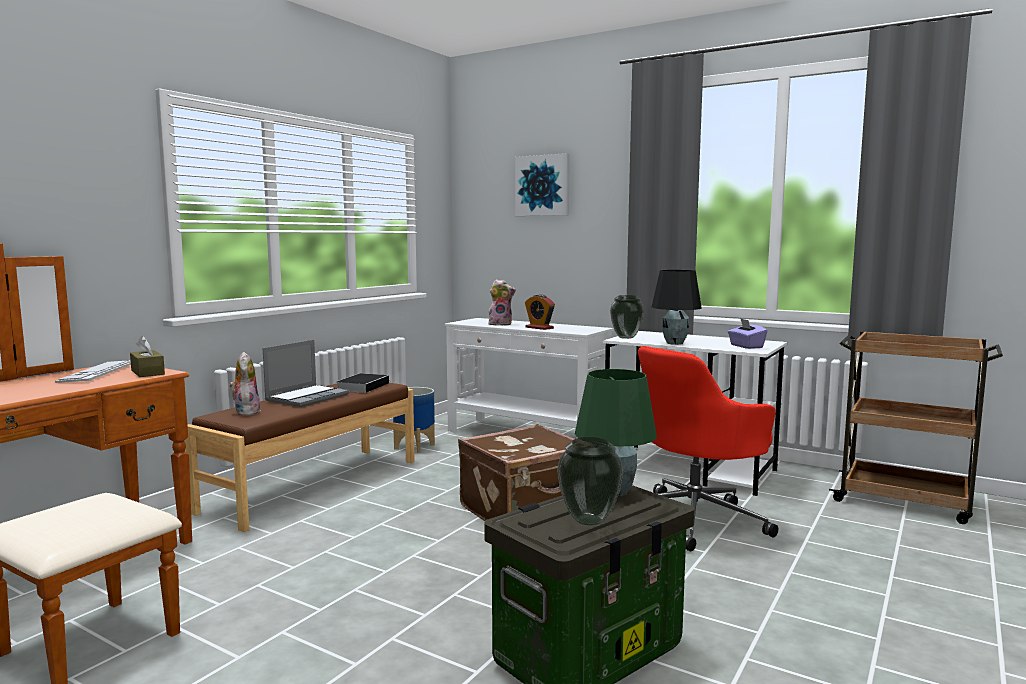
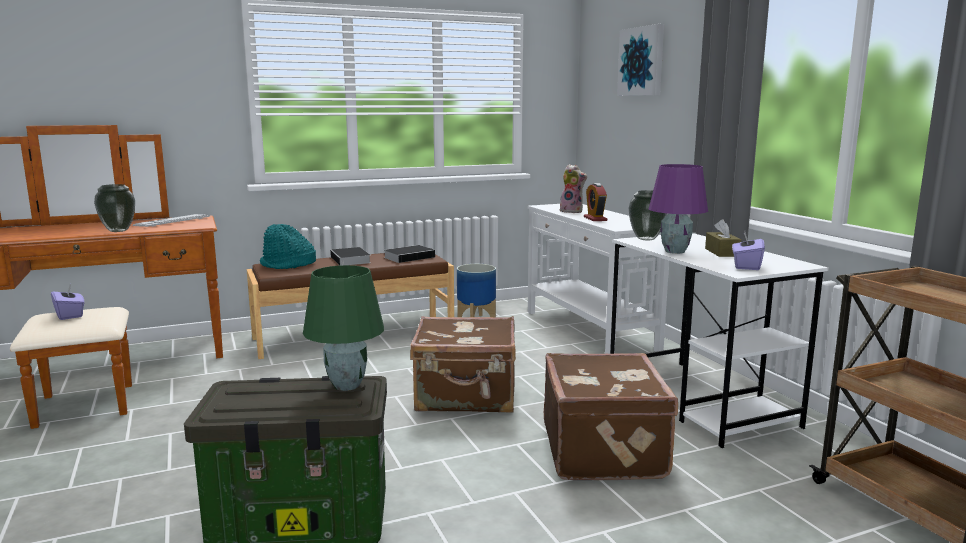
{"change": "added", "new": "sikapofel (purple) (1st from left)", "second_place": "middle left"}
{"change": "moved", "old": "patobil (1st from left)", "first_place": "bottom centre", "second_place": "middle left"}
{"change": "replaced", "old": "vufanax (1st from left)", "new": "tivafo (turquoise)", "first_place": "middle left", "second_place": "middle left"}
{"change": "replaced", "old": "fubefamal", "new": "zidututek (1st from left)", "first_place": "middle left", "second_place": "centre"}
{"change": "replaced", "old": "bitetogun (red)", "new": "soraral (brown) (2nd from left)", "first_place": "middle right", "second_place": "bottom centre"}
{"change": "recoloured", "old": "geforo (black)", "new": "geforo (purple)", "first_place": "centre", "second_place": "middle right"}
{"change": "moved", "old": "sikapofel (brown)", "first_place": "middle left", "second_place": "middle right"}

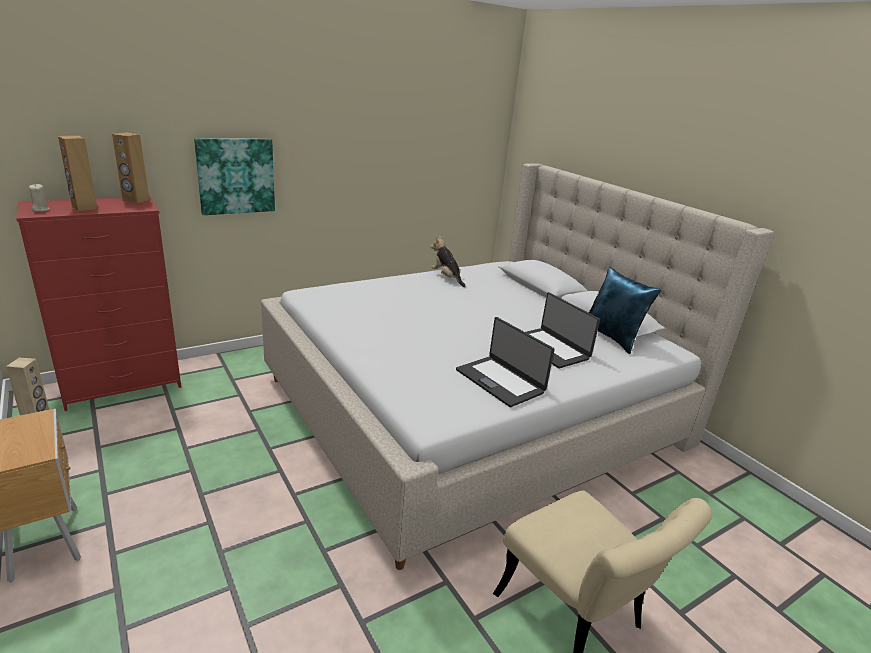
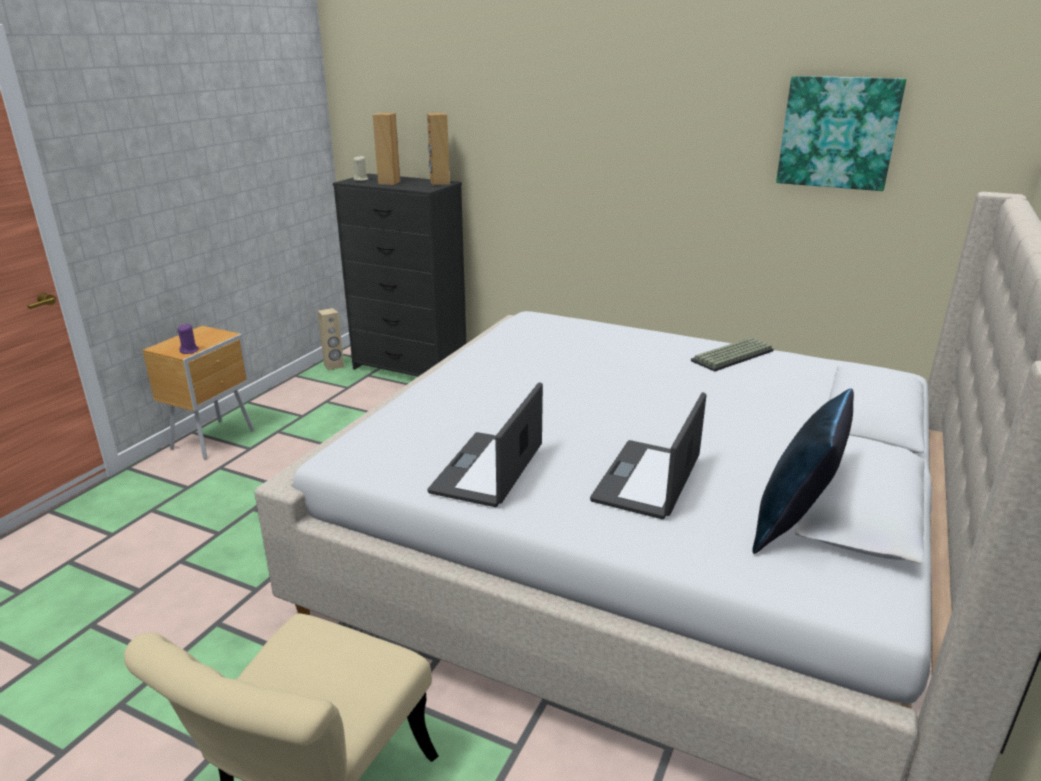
{"change": "added", "new": "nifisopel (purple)", "second_place": "middle left"}
{"change": "recoloured", "old": "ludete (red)", "new": "ludete (black)", "first_place": "middle left", "second_place": "centre"}
{"change": "replaced", "old": "vufanax", "new": "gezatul", "first_place": "centre", "second_place": "middle right"}
{"change": "moved", "old": "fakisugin", "first_place": "top left", "second_place": "top right"}

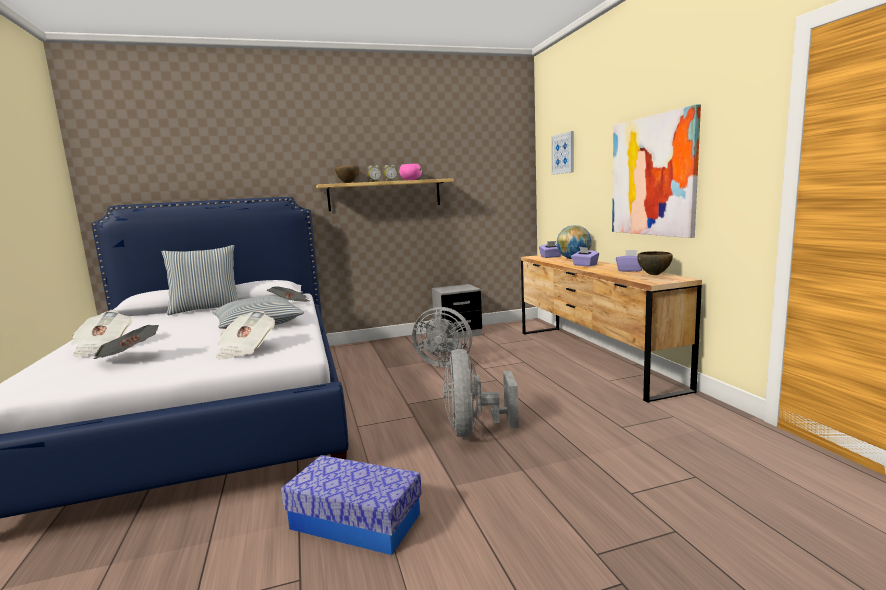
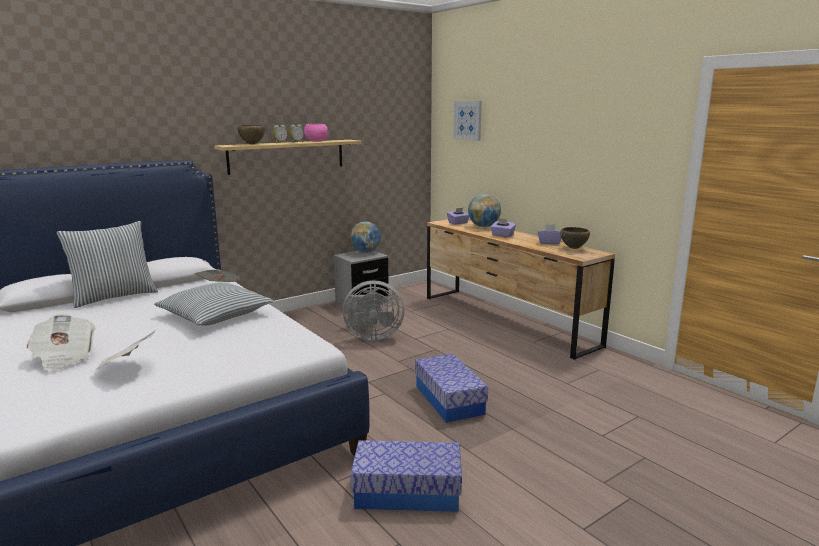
{"change": "added", "new": "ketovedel (1st from left)", "second_place": "centre"}
{"change": "replaced", "old": "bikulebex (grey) (2nd from left)", "new": "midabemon (2nd from left)", "first_place": "centre", "second_place": "bottom centre"}
{"change": "removed", "old": "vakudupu (3rd from left)", "first_place": "middle left"}
{"change": "removed", "old": "fakisugin (2nd from left)", "first_place": "top right"}

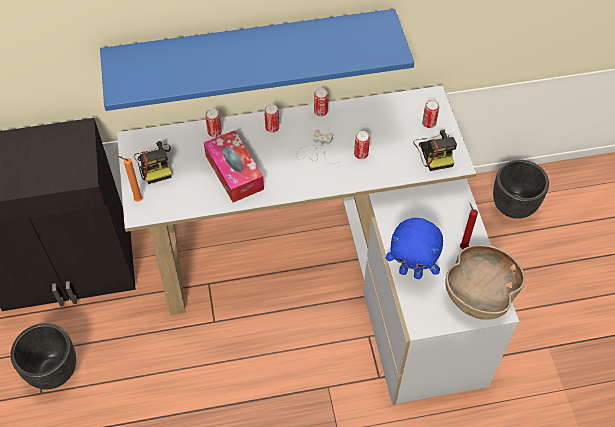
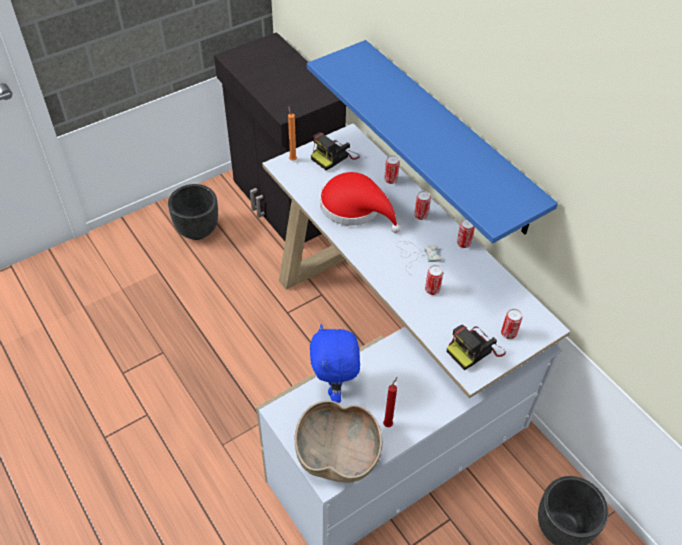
{"change": "replaced", "old": "sikapofel", "new": "tivafo (red)", "first_place": "centre", "second_place": "centre"}

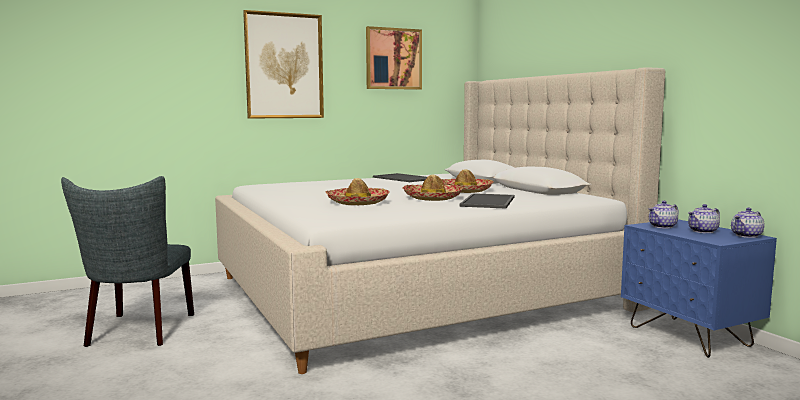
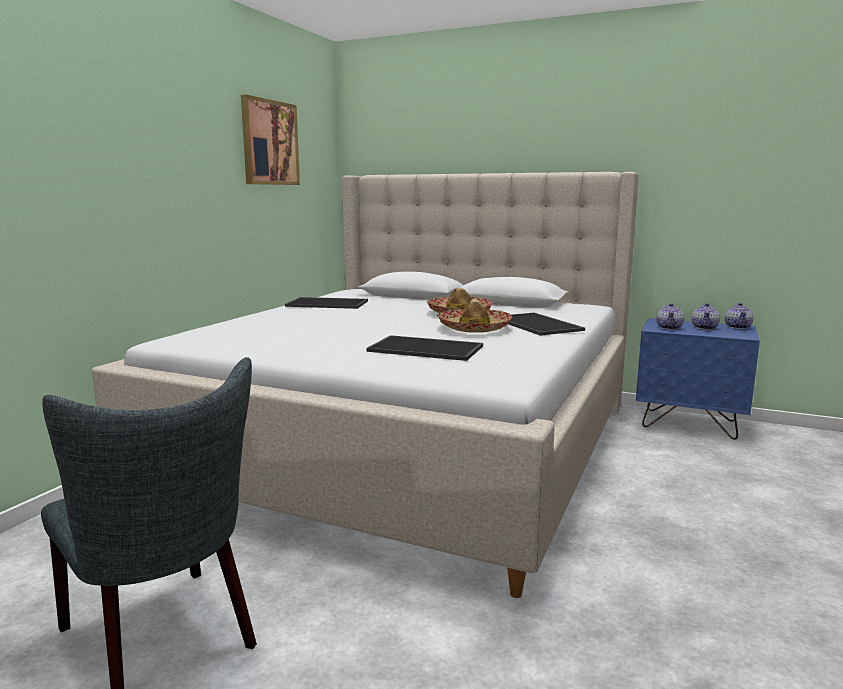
{"change": "replaced", "old": "tivafo (1st from left)", "new": "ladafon (2nd from left)", "first_place": "centre", "second_place": "centre"}
{"change": "removed", "old": "fakisugin (1st from left)", "first_place": "top centre"}

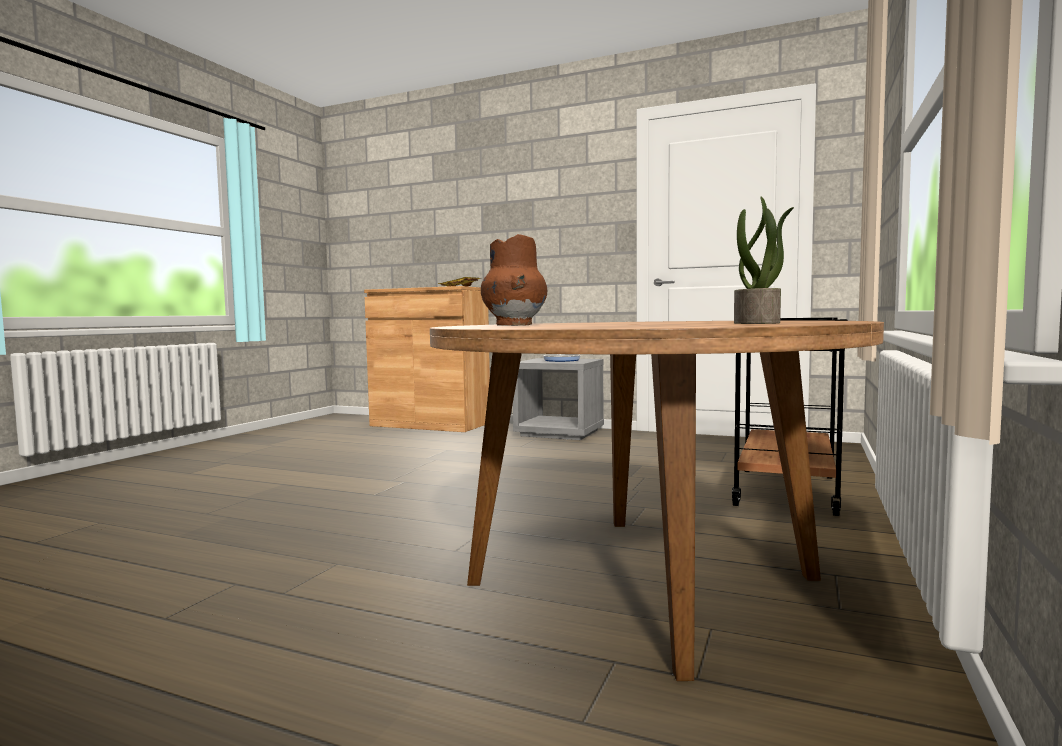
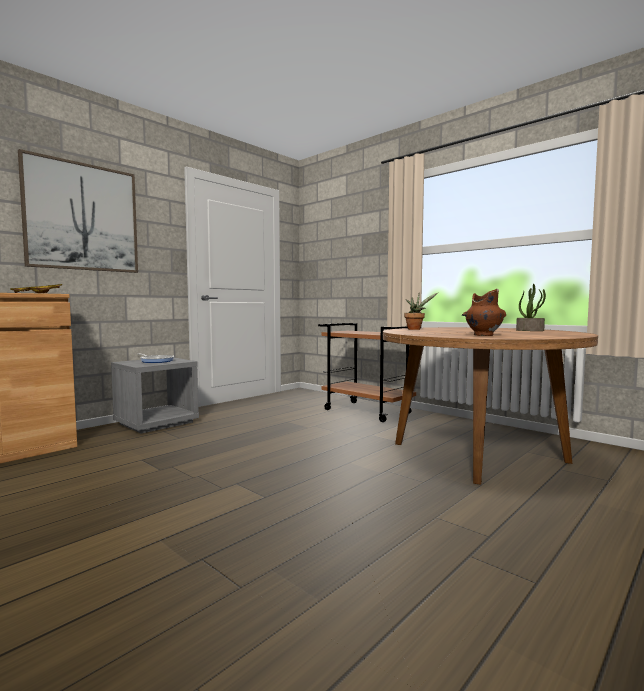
{"change": "added", "new": "fakisugin", "second_place": "top left"}
{"change": "added", "new": "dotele (1st from left)", "second_place": "centre"}

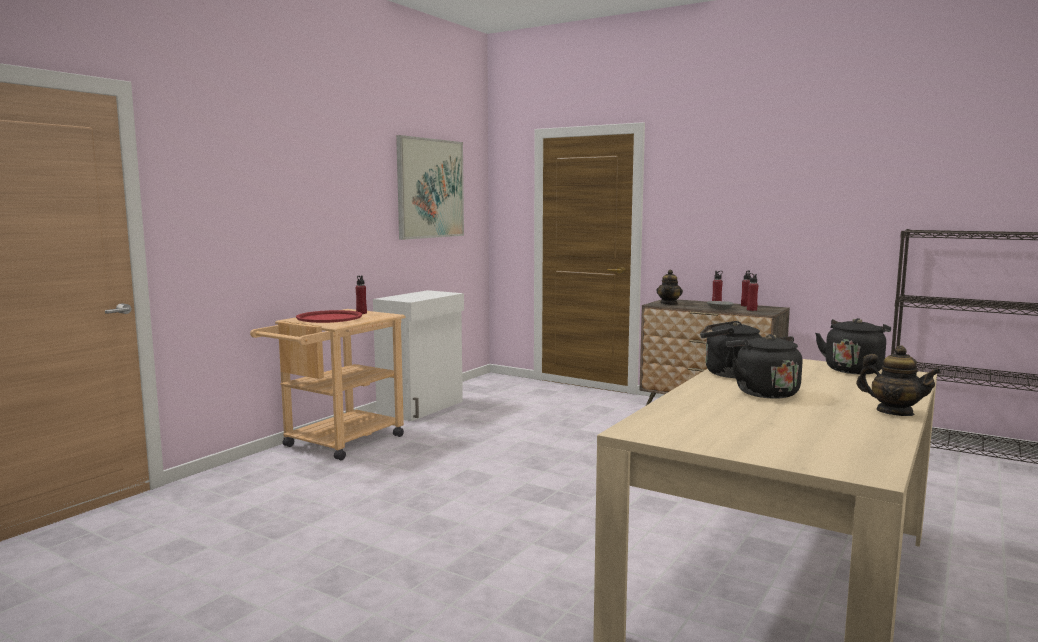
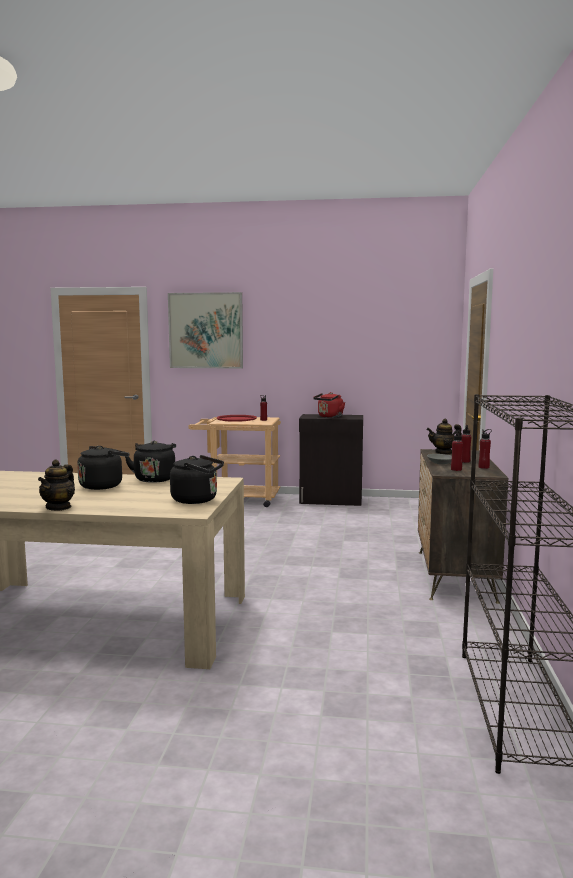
{"change": "moved", "old": "fakisugin", "first_place": "top centre", "second_place": "centre"}
{"change": "recoloured", "old": "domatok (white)", "new": "domatok (black)", "first_place": "centre", "second_place": "centre"}
{"change": "added", "new": "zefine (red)", "second_place": "centre"}

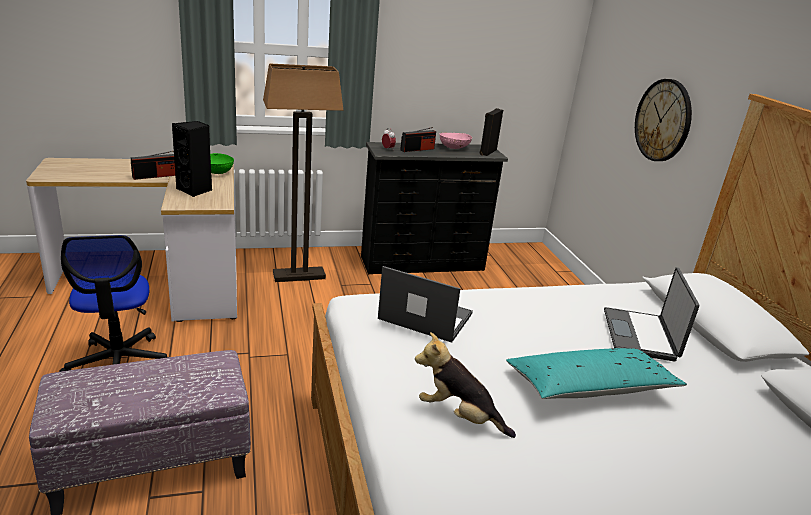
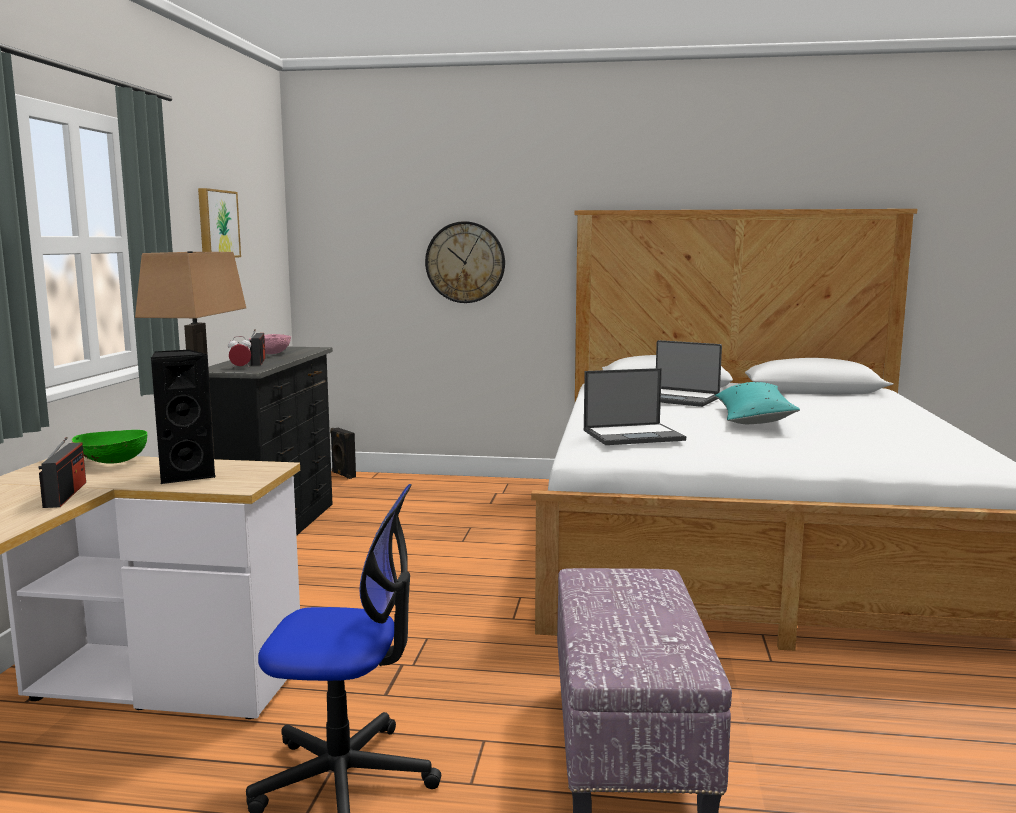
{"change": "added", "new": "fakisugin", "second_place": "top left"}
{"change": "moved", "old": "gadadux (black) (2nd from left)", "first_place": "top centre", "second_place": "centre"}
{"change": "turned", "old": "fubefamal (1st from left)", "first_place": "centre", "second_place": "centre", "degrees": -150}
{"change": "removed", "old": "vufanax", "first_place": "bottom centre"}

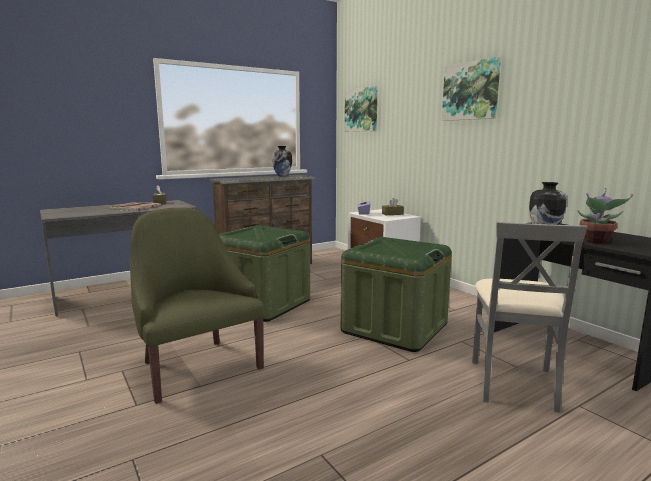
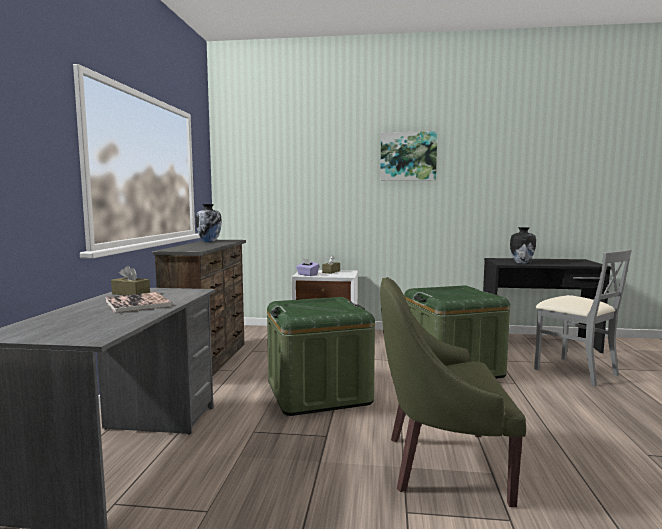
{"change": "removed", "old": "fakisugin (1st from left)", "first_place": "top centre"}
{"change": "removed", "old": "dotele", "first_place": "middle right"}

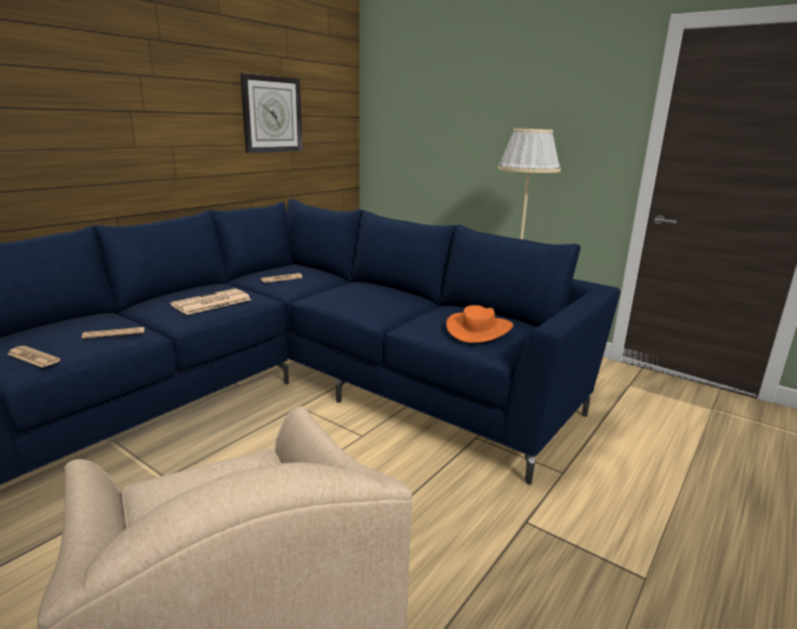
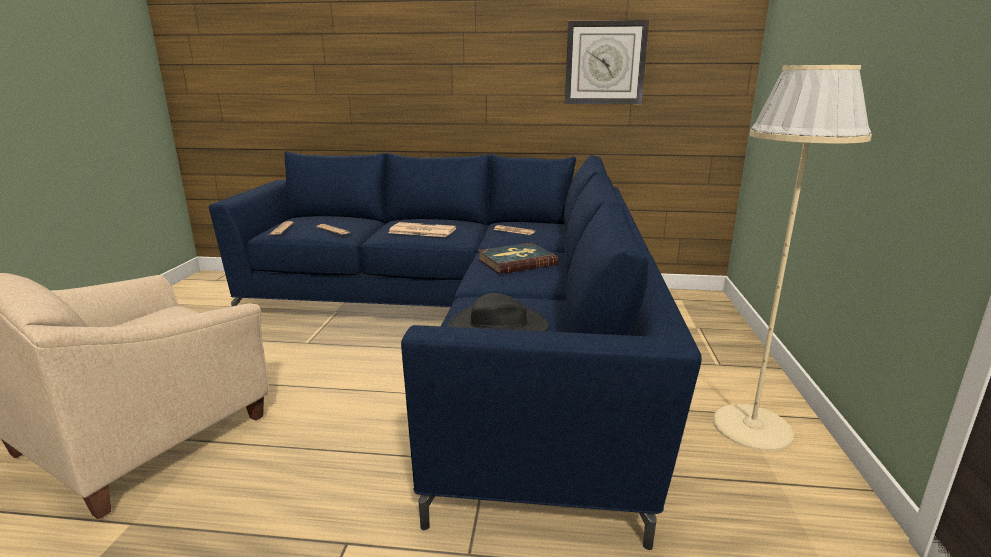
{"change": "recoloured", "old": "tivafo (orange)", "new": "tivafo (black)", "first_place": "centre", "second_place": "centre"}
{"change": "added", "new": "zidututek", "second_place": "centre"}

